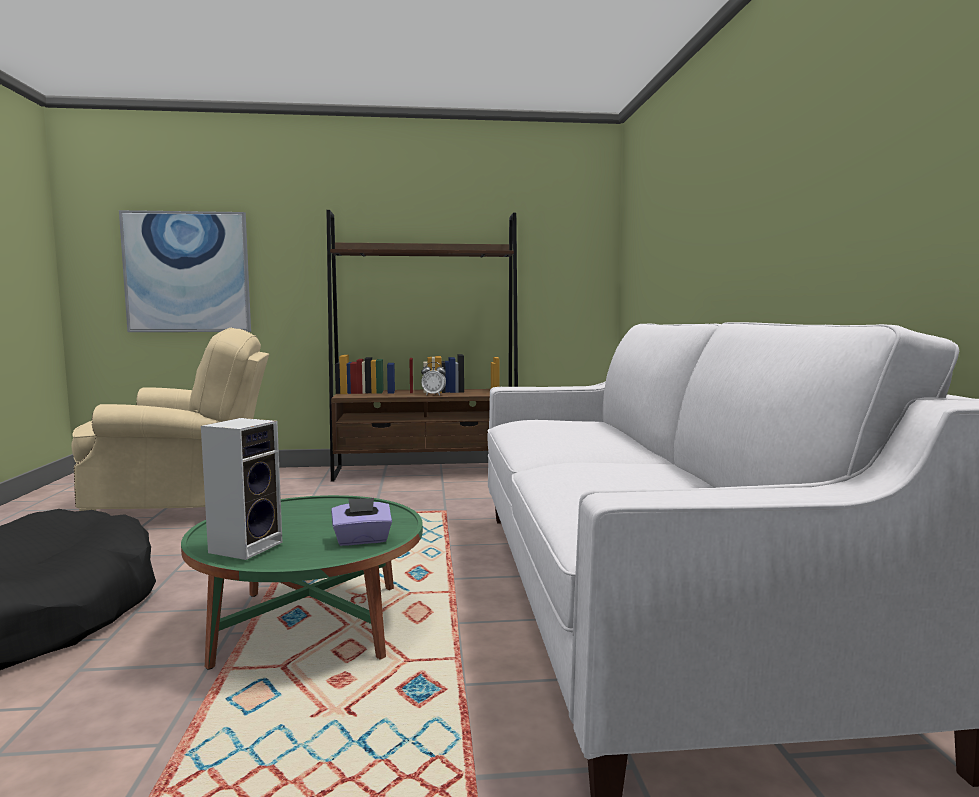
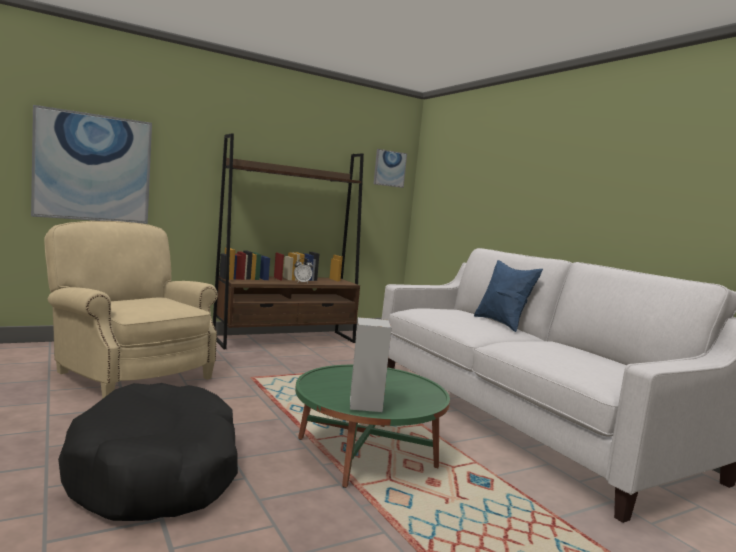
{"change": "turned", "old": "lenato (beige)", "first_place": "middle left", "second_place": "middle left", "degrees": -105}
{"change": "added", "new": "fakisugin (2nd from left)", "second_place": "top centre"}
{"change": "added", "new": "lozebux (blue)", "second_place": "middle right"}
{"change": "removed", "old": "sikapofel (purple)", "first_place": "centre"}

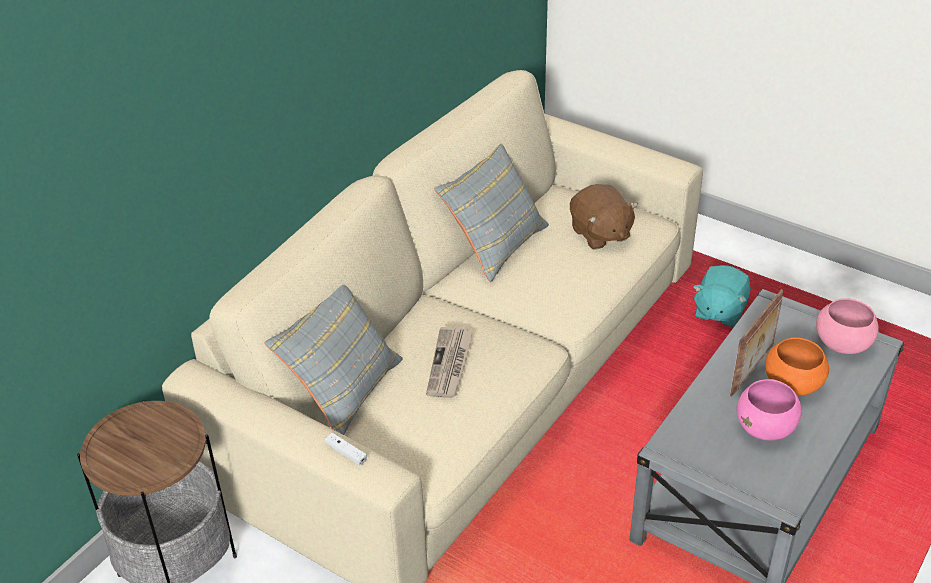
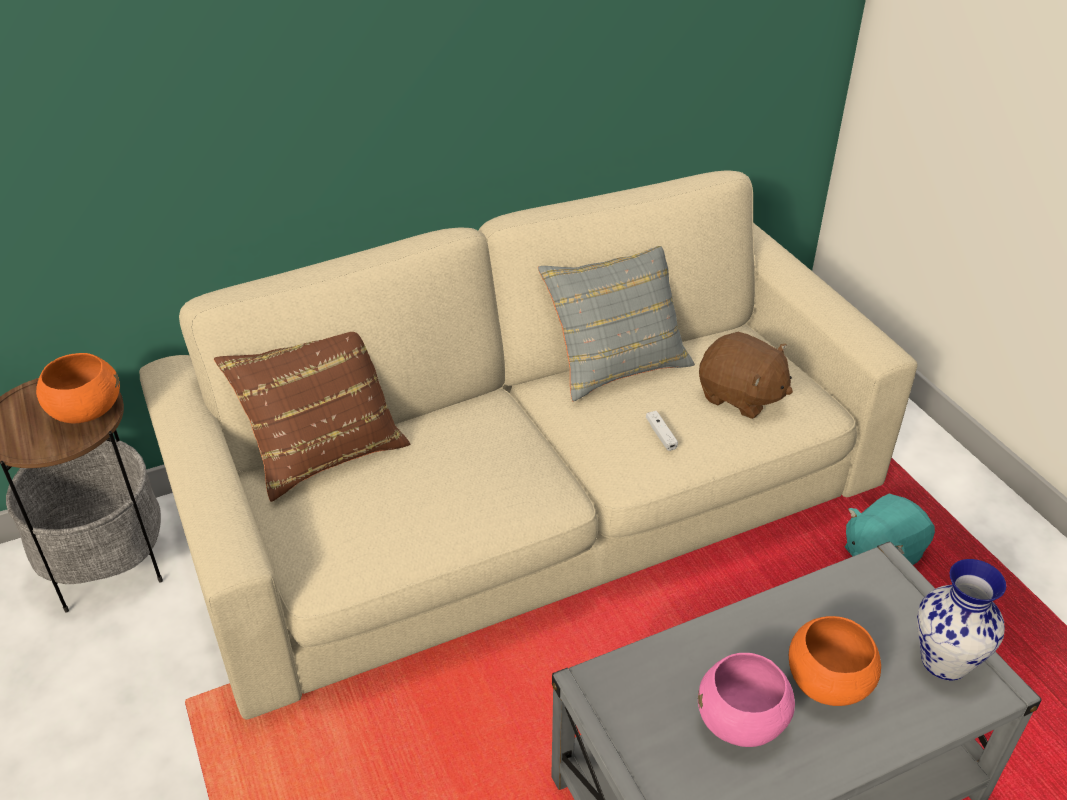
{"change": "added", "new": "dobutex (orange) (1st from left)", "second_place": "middle left"}
{"change": "recoloured", "old": "lozebux (grey) (1st from left)", "new": "lozebux (brown)", "first_place": "centre", "second_place": "middle left"}
{"change": "moved", "old": "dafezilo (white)", "first_place": "bottom centre", "second_place": "centre"}
{"change": "turned", "old": "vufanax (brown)", "first_place": "centre", "second_place": "middle right", "degrees": -60}
{"change": "replaced", "old": "dobutex (pink) (2nd from left)", "new": "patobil", "first_place": "middle right", "second_place": "bottom right"}
{"change": "removed", "old": "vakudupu", "first_place": "centre"}
{"change": "removed", "old": "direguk", "first_place": "middle right"}

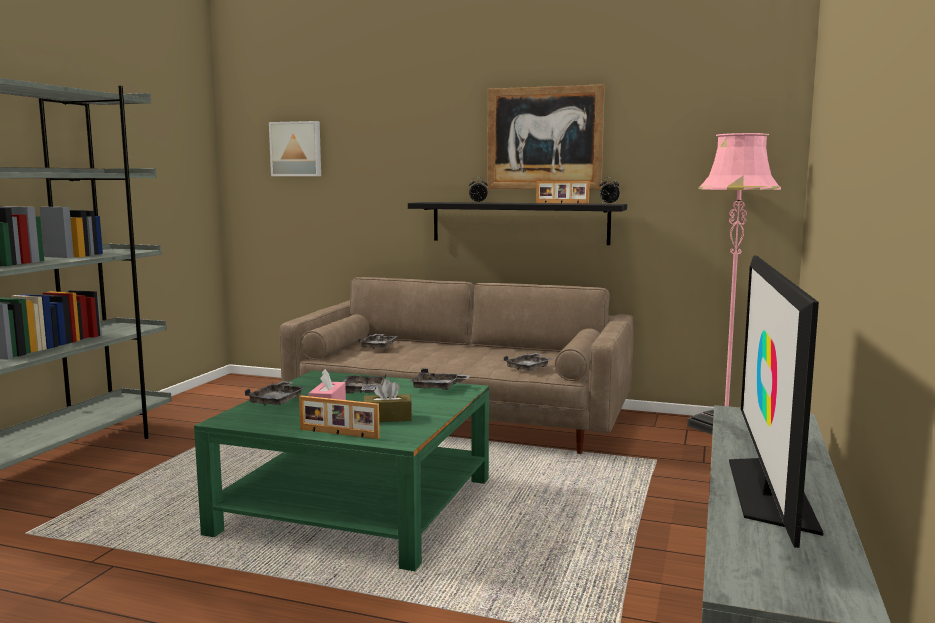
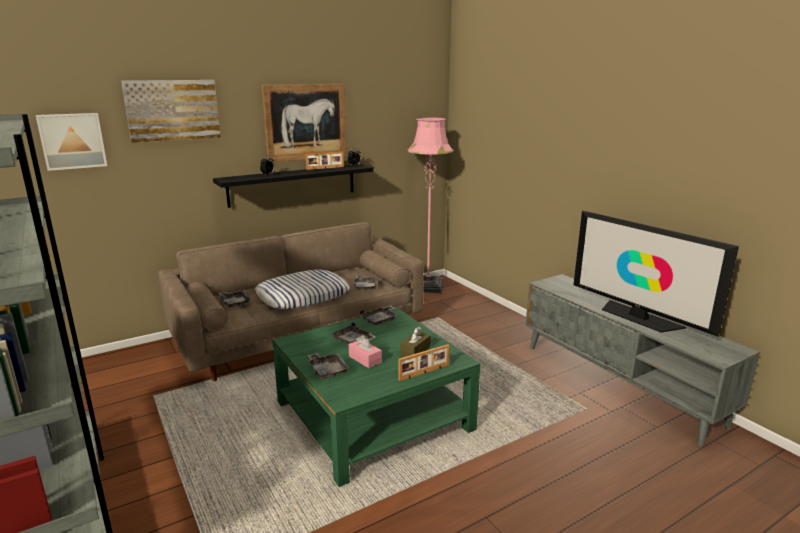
{"change": "added", "new": "fakisugin (2nd from left)", "second_place": "top left"}
{"change": "added", "new": "lozebux", "second_place": "centre"}

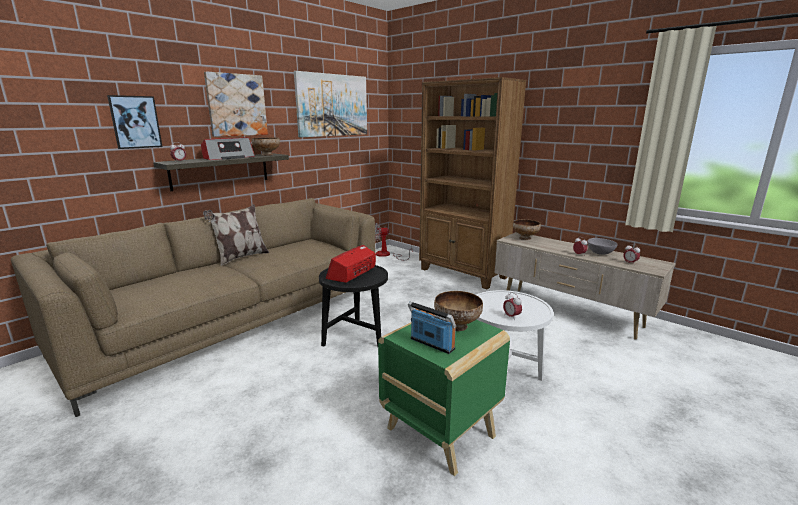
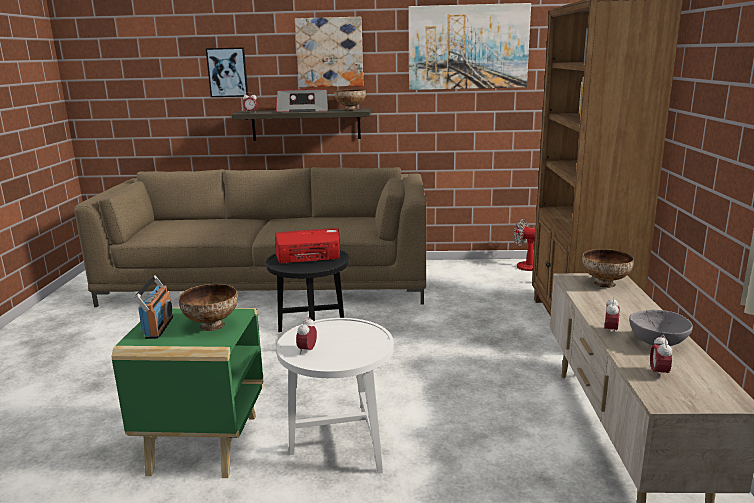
{"change": "removed", "old": "lozebux", "first_place": "middle left"}

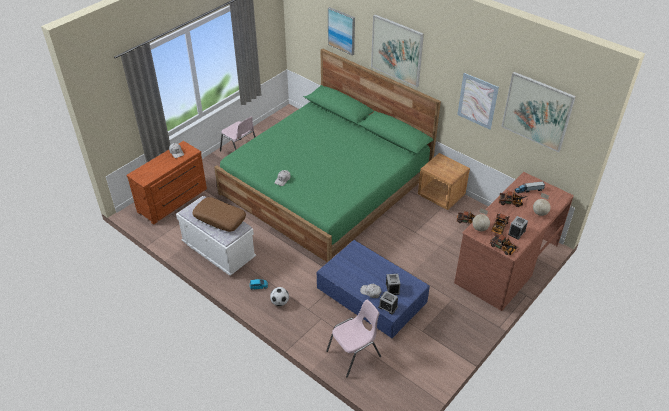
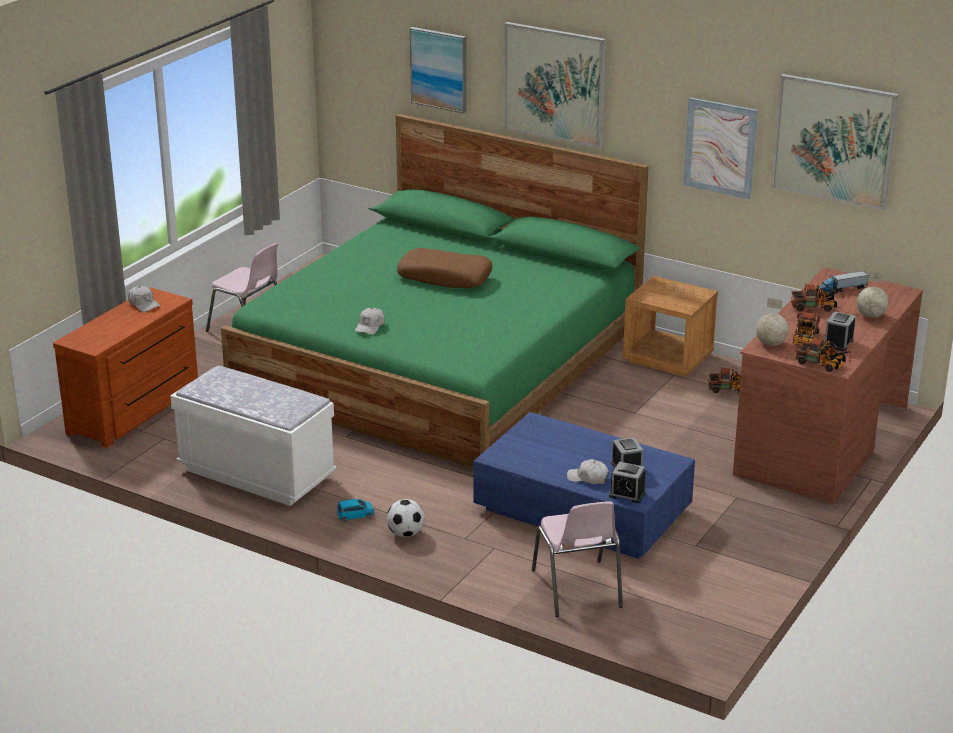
{"change": "moved", "old": "lozebux (brown)", "first_place": "middle left", "second_place": "centre"}
{"change": "turned", "old": "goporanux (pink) (2nd from left)", "first_place": "bottom centre", "second_place": "bottom centre", "degrees": 120}

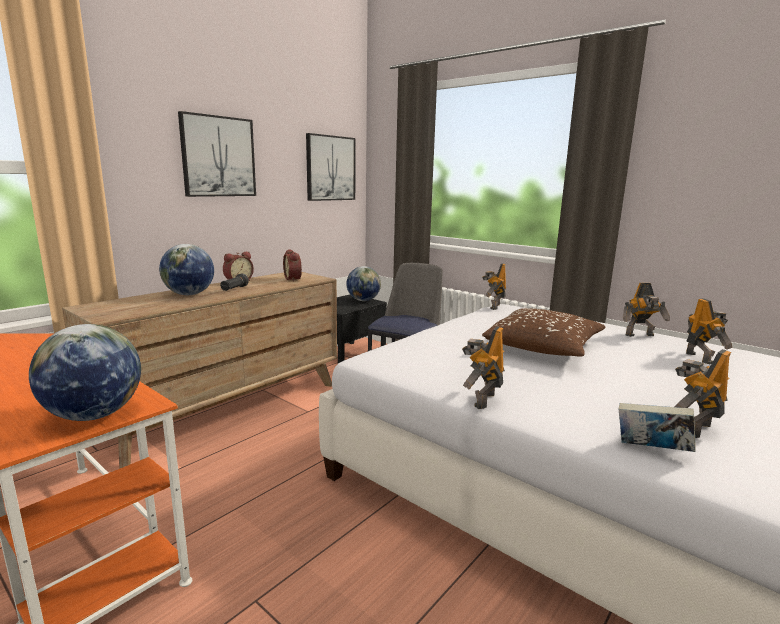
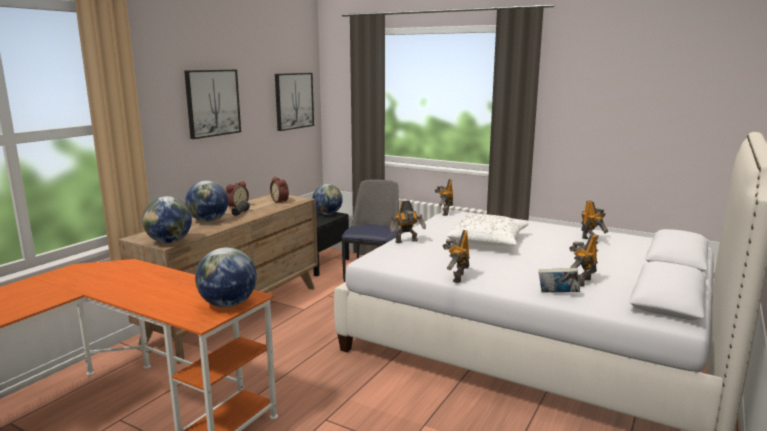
{"change": "added", "new": "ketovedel (1st from left)", "second_place": "middle left"}
{"change": "moved", "old": "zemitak (3rd from left in the first image)", "new": "zemitak (1st from left)", "first_place": "middle right", "second_place": "centre"}
{"change": "recoloured", "old": "lozebux (brown)", "new": "lozebux (white)", "first_place": "middle right", "second_place": "centre"}

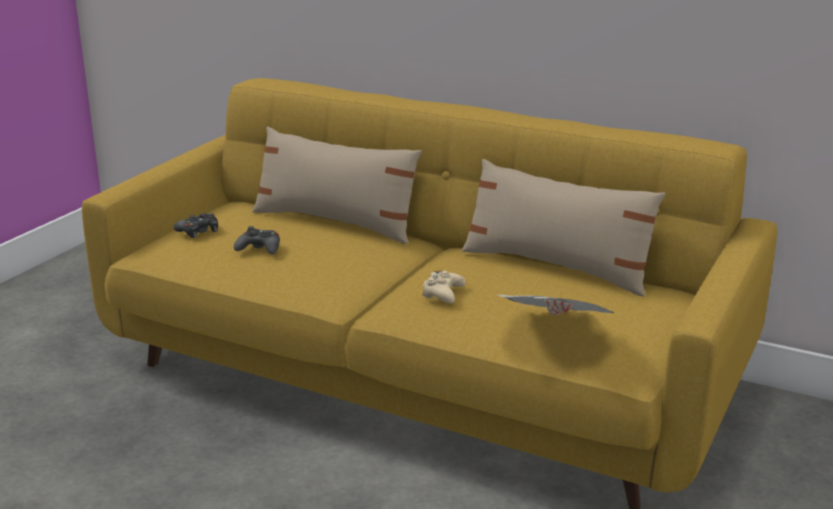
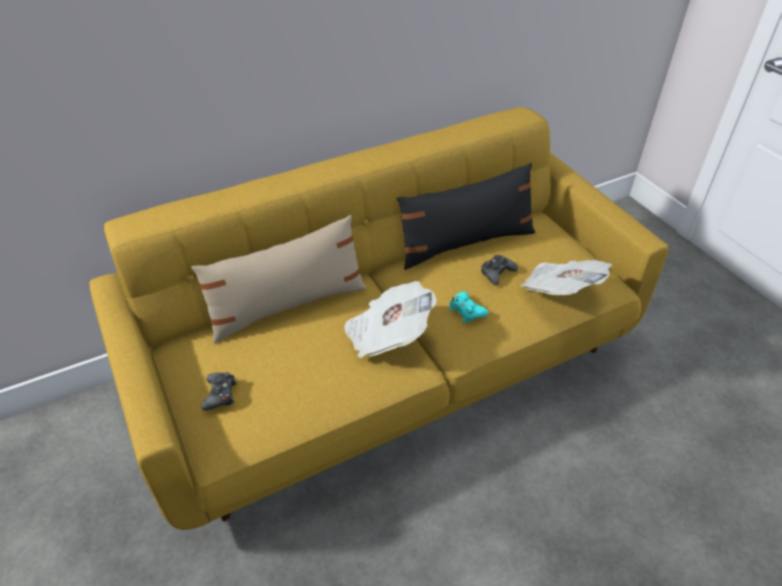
{"change": "added", "new": "vakudupu (1st from left)", "second_place": "centre"}
{"change": "recoloured", "old": "lozebux (beige) (2nd from left)", "new": "lozebux (black)", "first_place": "middle right", "second_place": "centre"}
{"change": "recoloured", "old": "dafezilo (beige)", "new": "dafezilo (turquoise)", "first_place": "centre", "second_place": "centre"}
{"change": "moved", "old": "dafezilo (black) (2nd from left)", "first_place": "middle left", "second_place": "centre"}

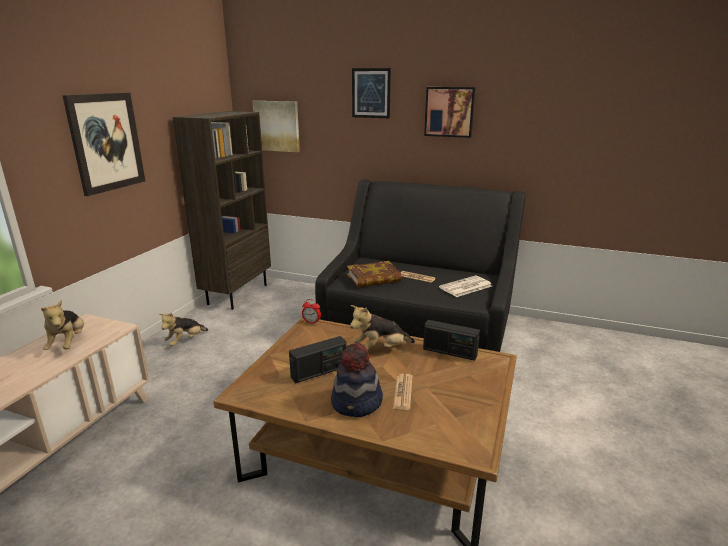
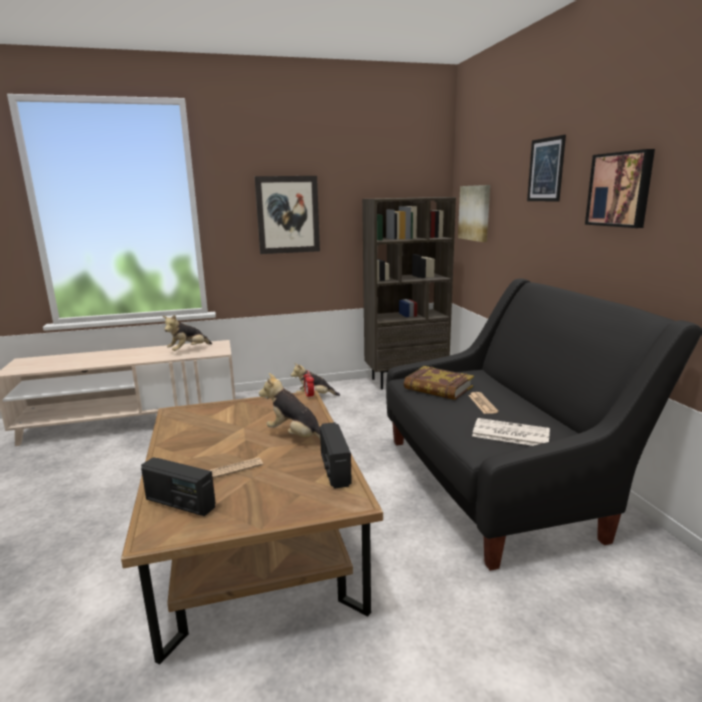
{"change": "moved", "old": "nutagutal (1st from left)", "first_place": "centre", "second_place": "bottom left"}
{"change": "removed", "old": "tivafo", "first_place": "bottom centre"}

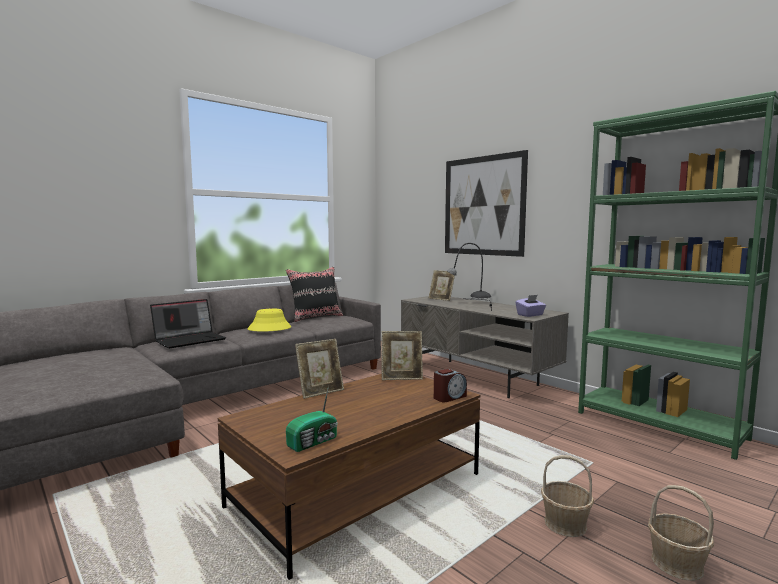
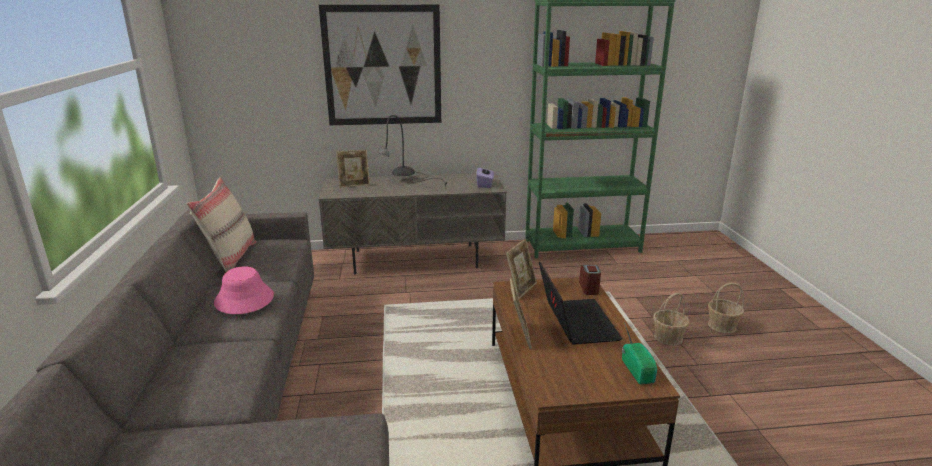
{"change": "recoloured", "old": "lozebux (black)", "new": "lozebux (beige)", "first_place": "centre", "second_place": "middle left"}
{"change": "recoloured", "old": "tivafo (yellow)", "new": "tivafo (pink)", "first_place": "centre", "second_place": "middle left"}
{"change": "moved", "old": "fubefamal", "first_place": "middle left", "second_place": "centre"}

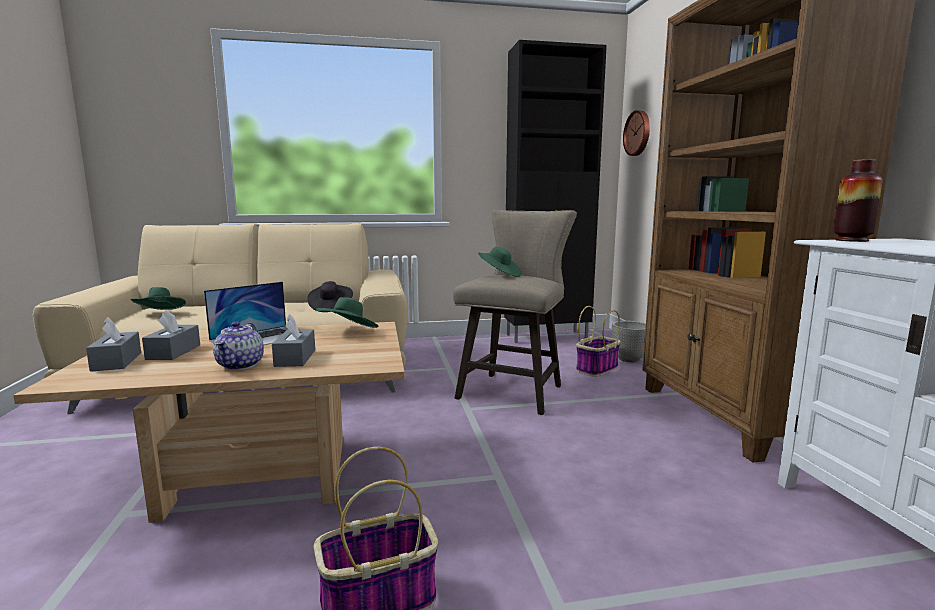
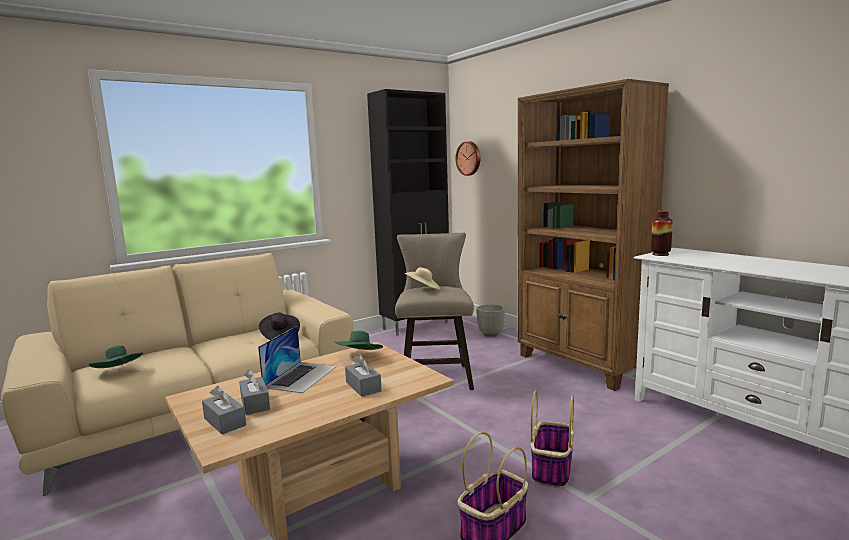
{"change": "recoloured", "old": "tivafo (green) (3rd from left)", "new": "tivafo (beige)", "first_place": "centre", "second_place": "centre"}
{"change": "moved", "old": "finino (2nd from left)", "first_place": "centre", "second_place": "bottom centre"}
{"change": "removed", "old": "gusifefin", "first_place": "middle left"}

